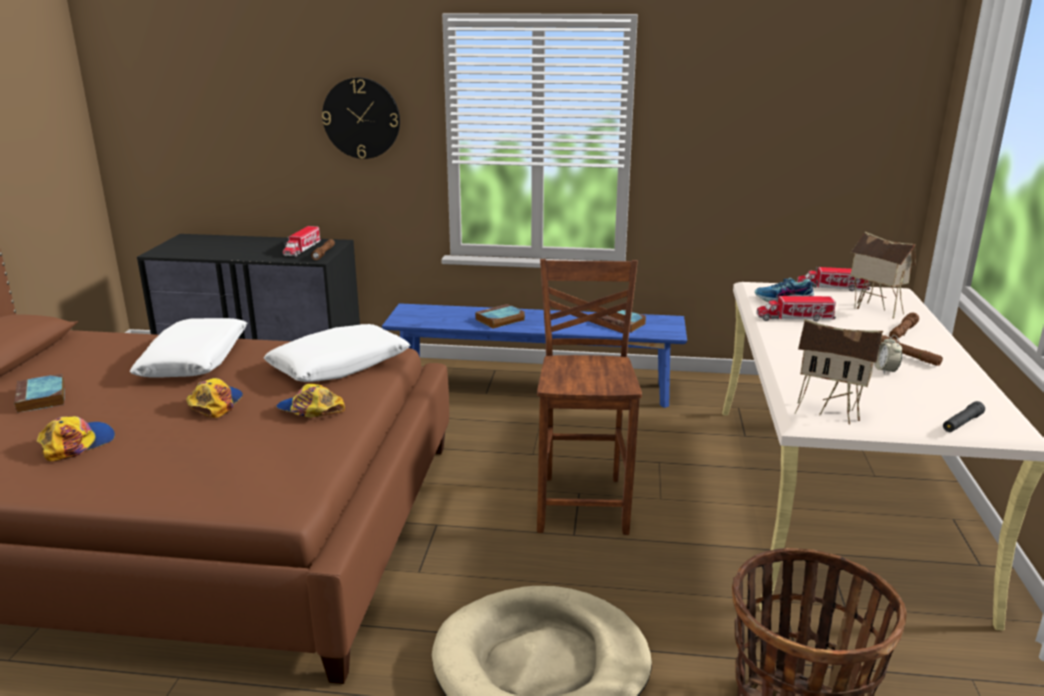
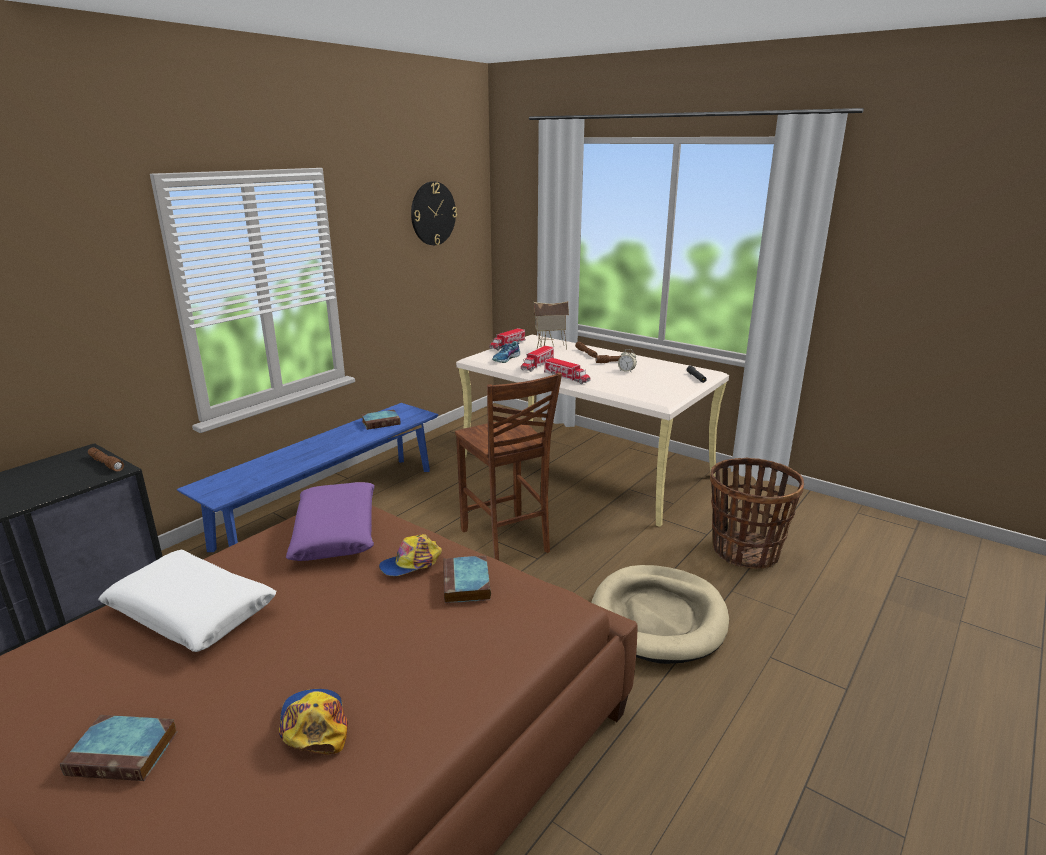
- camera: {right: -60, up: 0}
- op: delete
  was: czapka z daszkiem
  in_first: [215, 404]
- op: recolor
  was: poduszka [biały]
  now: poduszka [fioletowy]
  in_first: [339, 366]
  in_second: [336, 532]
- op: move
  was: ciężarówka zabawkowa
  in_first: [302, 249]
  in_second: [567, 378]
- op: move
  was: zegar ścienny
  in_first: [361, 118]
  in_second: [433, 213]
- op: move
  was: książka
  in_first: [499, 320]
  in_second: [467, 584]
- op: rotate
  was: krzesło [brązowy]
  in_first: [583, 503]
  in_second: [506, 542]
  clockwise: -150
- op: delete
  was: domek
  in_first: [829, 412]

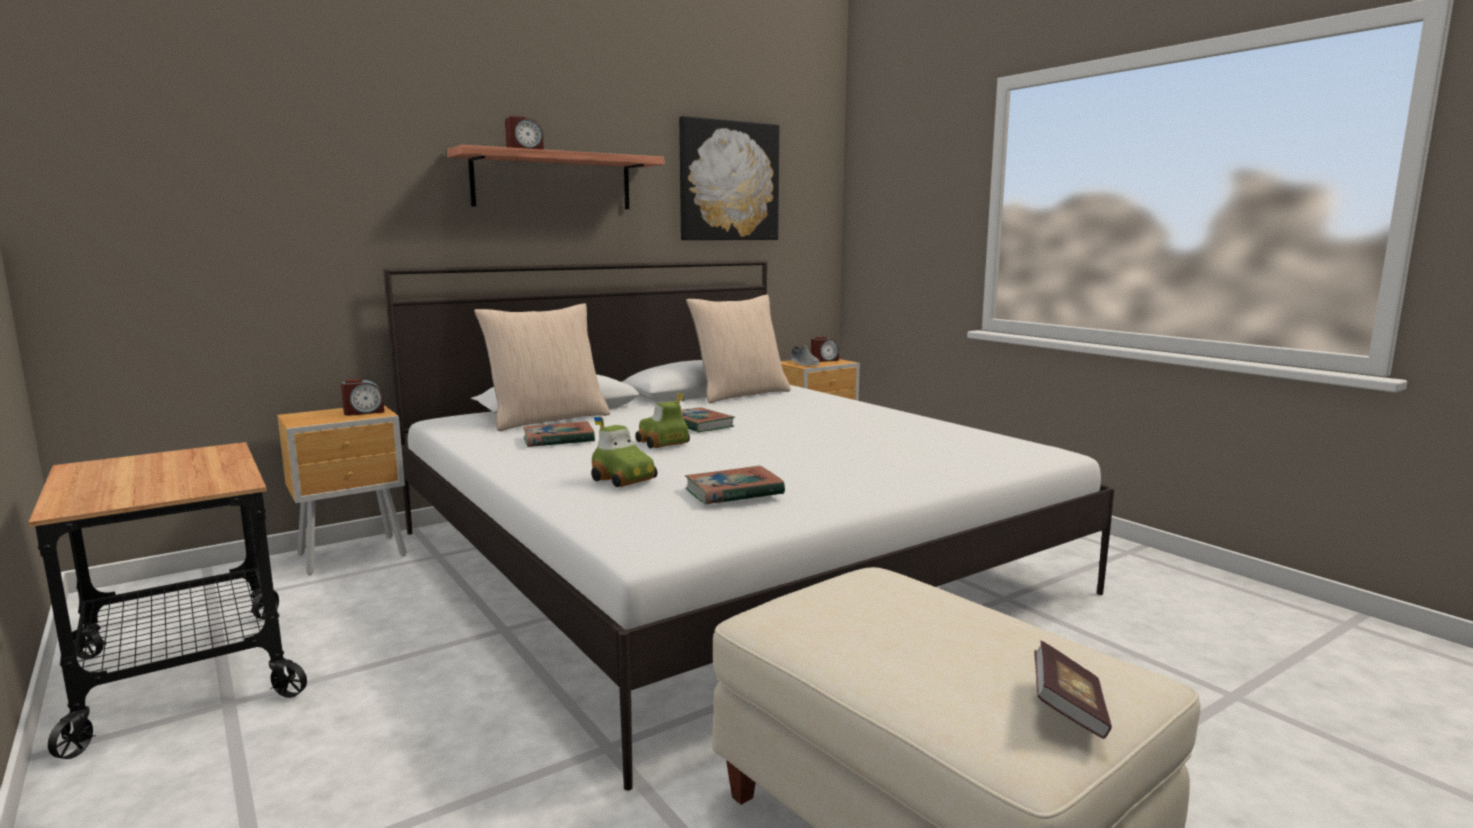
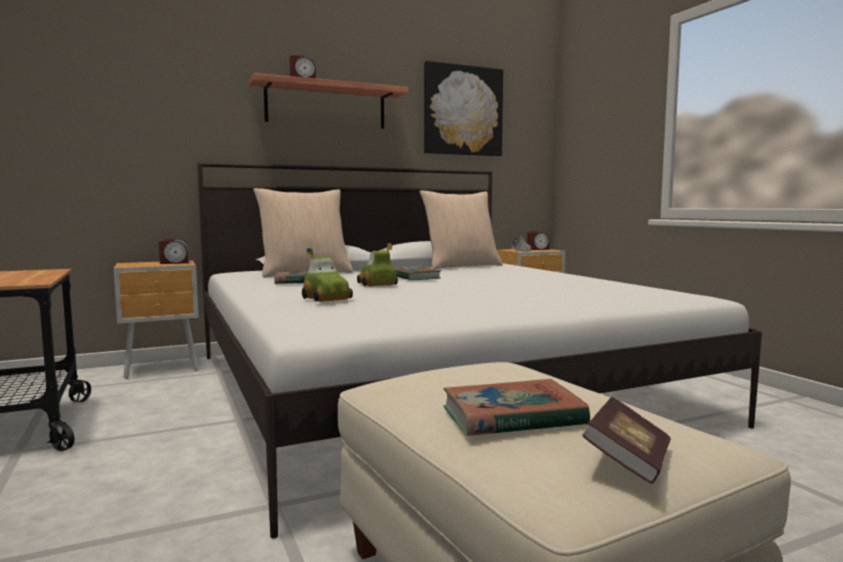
- camera: {right: 10, up: -5}
- op: move
  was: książka
  in_first: [734, 492]
  in_second: [512, 416]

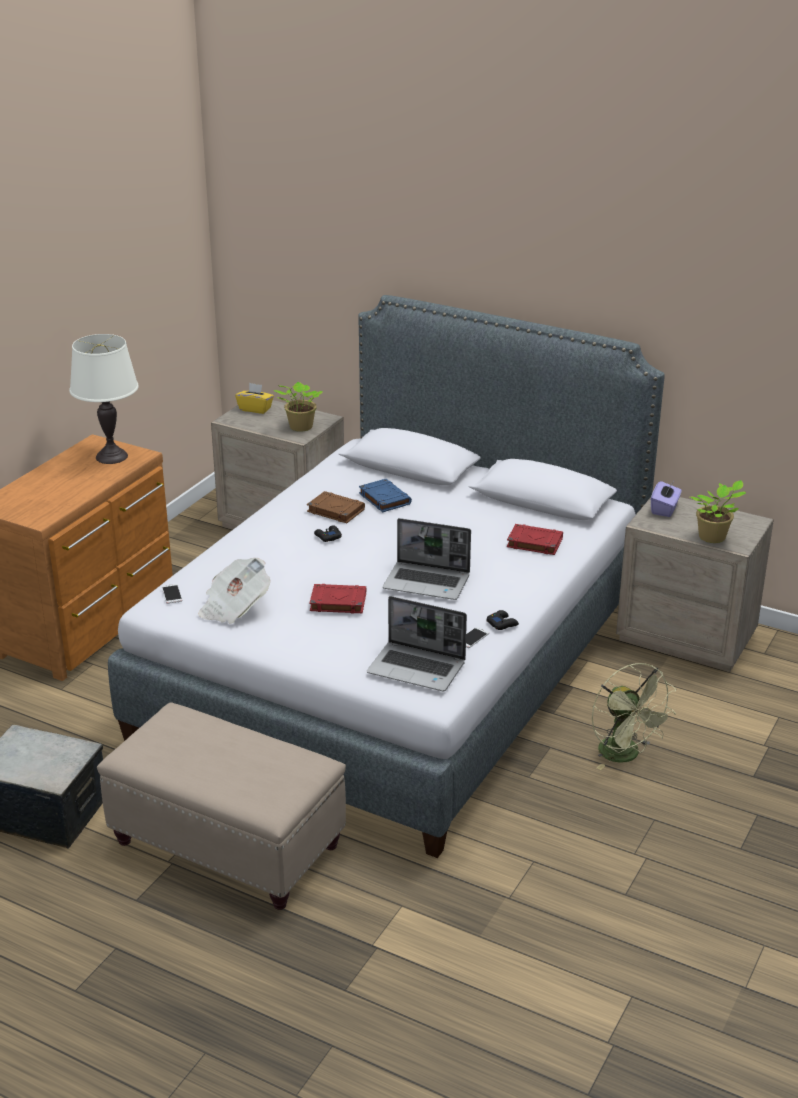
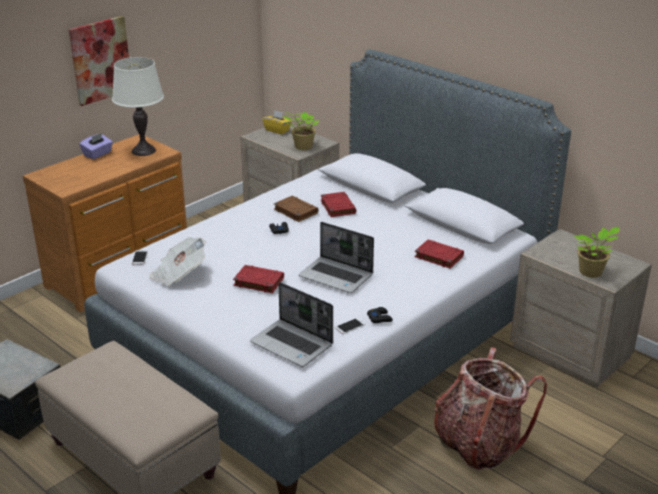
- camera: {right: 15, up: 0}
- op: recolor
  was: książka [niebieski]
  now: książka [czerwony]
  in_first: [384, 498]
  in_second: [337, 207]
- op: replace
  was: wentylator [zielony]
  now: plecak
  in_first: [625, 755]
  in_second: [479, 444]
- op: move
  was: pudełko chusteczek [fioletowy]
  in_first: [664, 509]
  in_second: [98, 154]
- op: insert
  now: obraz
  in_second: [100, 60]

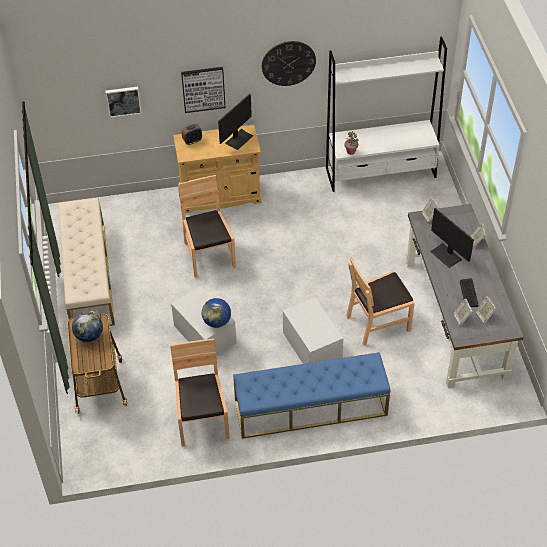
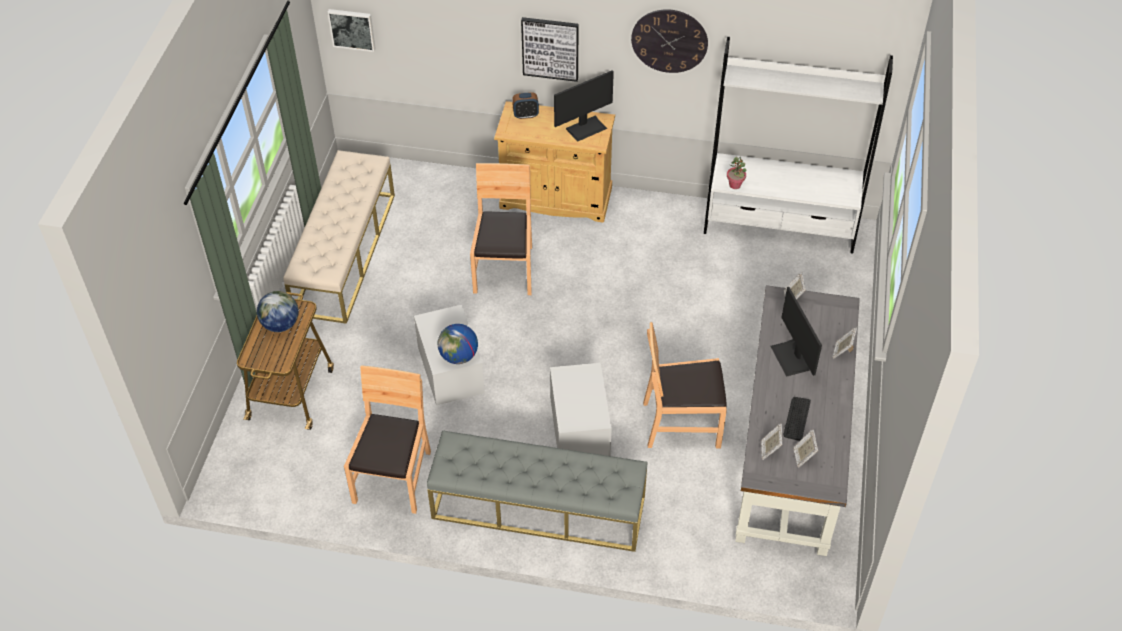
- camera: {right: 20, up: 0}
- op: move
  was: obraz
  in_first: [123, 100]
  in_second: [352, 29]
- op: recolor
  was: ławka [niebieski]
  now: ławka [szary]
  in_first: [310, 408]
  in_second: [538, 508]

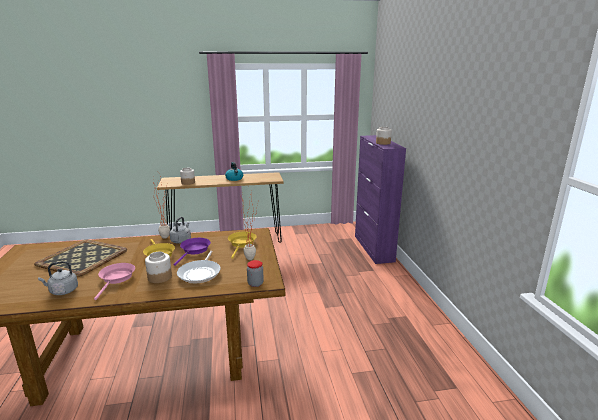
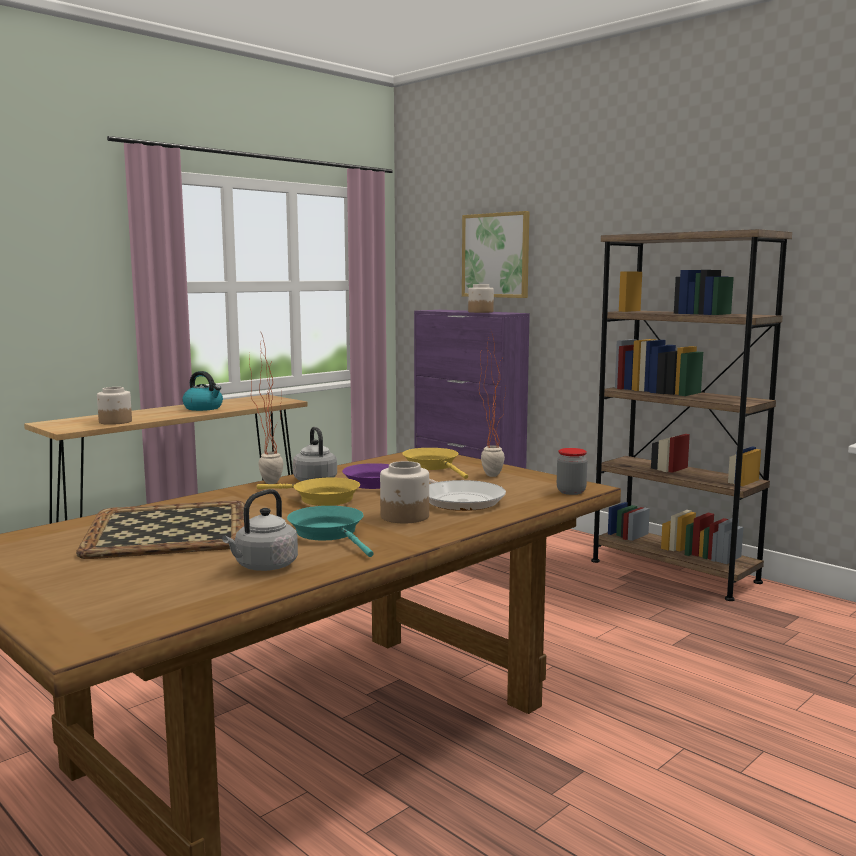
- camera: {right: -35, up: -10}
- op: recolor
  was: patelnia [różowy]
  now: patelnia [turkusowy]
  in_first: [116, 279]
  in_second: [330, 533]
- op: insert
  now: obraz
  in_second: [496, 255]
- op: insert
  now: regał [brązowy]
  in_second: [673, 571]

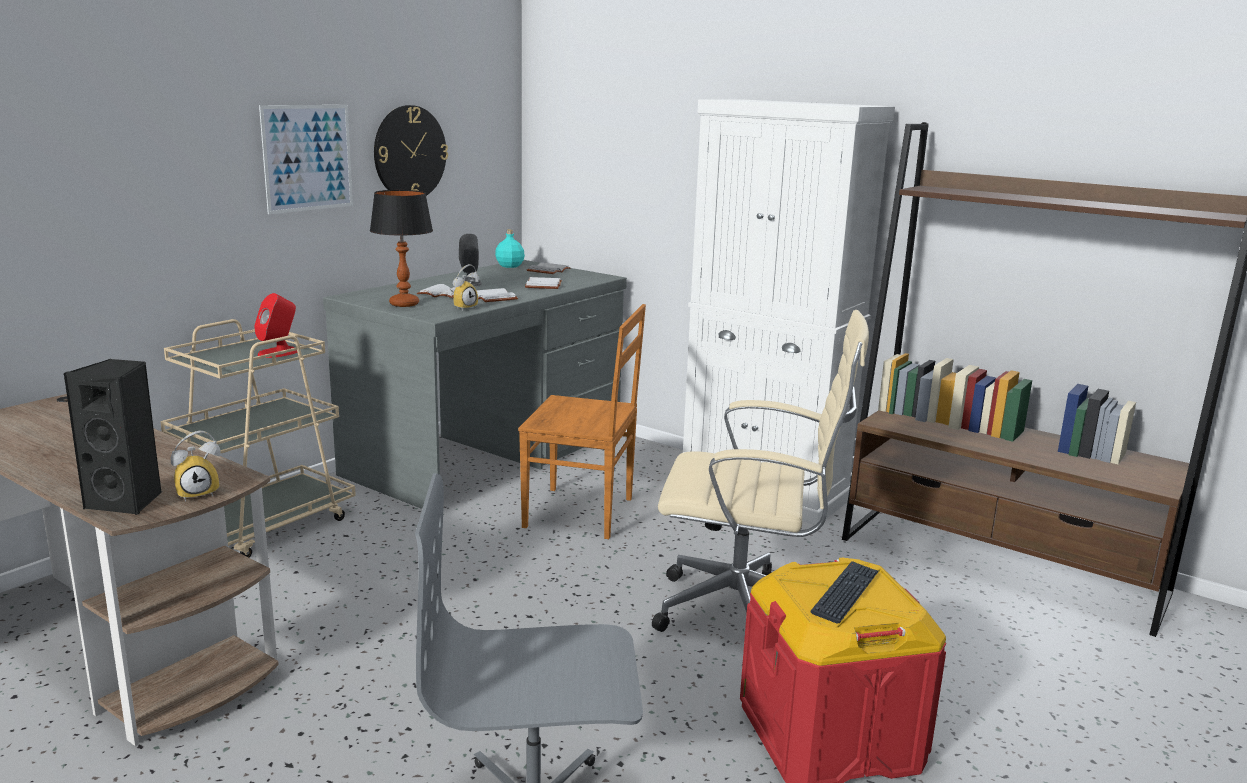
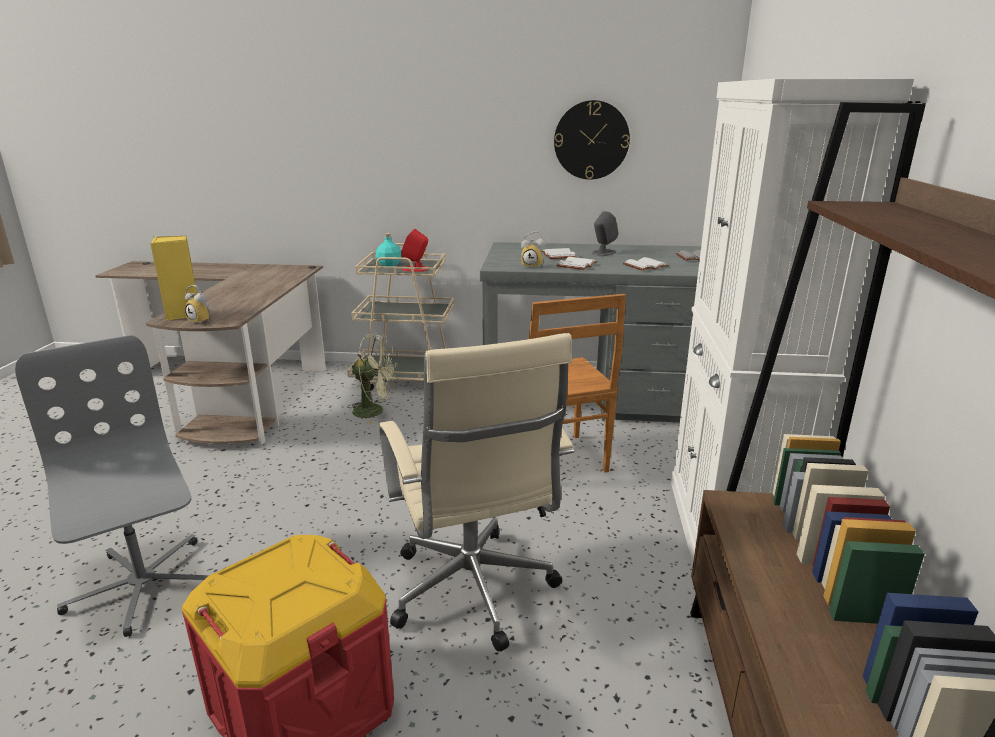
- camera: {right: 60, up: 5}
- op: recolor
  was: głośnik [czarny]
  now: głośnik [żółty]
  in_first: [128, 501]
  in_second: [183, 314]
- op: delete
  was: obraz
  in_first: [308, 158]
- op: delete
  was: lampa stołowa
  in_first: [404, 304]
- op: move
  was: butelka [turkusowy]
  in_first: [510, 266]
  in_second: [389, 265]
- op: delete
  was: klawiatura
  in_first: [845, 593]
- op: insert
  now: wentylator [zielony]
  in_second: [375, 411]

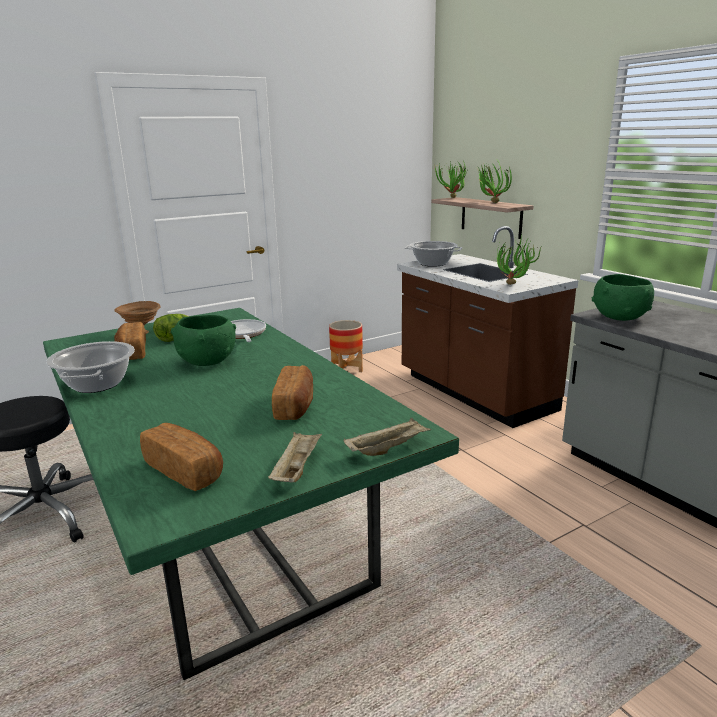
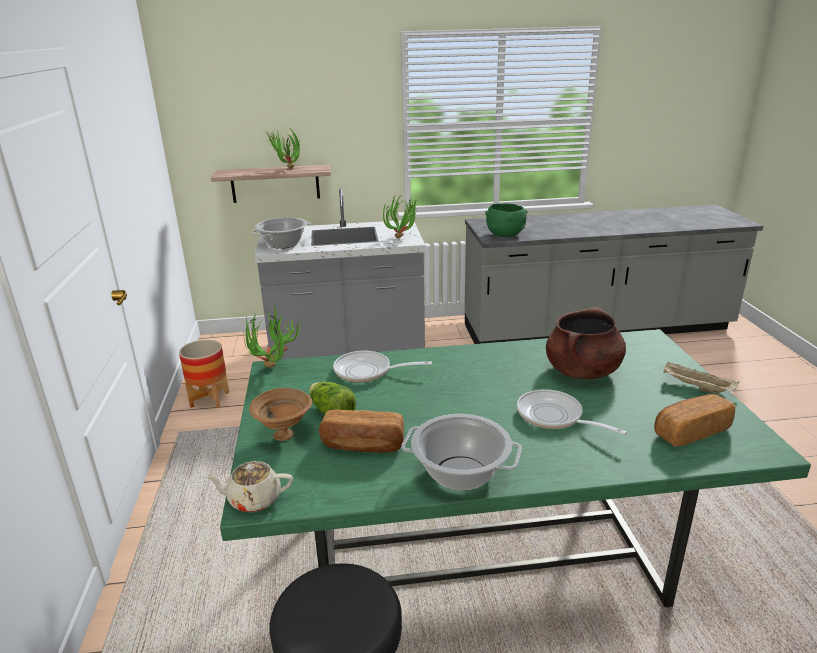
- camera: {right: -65, up: 5}
- op: delete
  was: miska [zielony]
  in_first: [208, 361]
- op: replace
  was: chleb
  now: garnek [brązowy]
  in_first: [295, 406]
  in_second: [582, 371]
- op: delete
  was: taca [beżowy]
  in_first: [387, 449]
- op: recolor
  was: zabudowa kuchenna [brązowy]
  now: zabudowa kuchenna [szary]
  in_first: [474, 393]
  in_second: [348, 351]
- op: move
  was: roślina doniczkowa
  in_first: [452, 198]
  in_second: [274, 370]
- op: insert
  now: imbryk [beżowy]
  in_second: [253, 499]
- op: insert
  now: patelnia
  in_second: [554, 417]

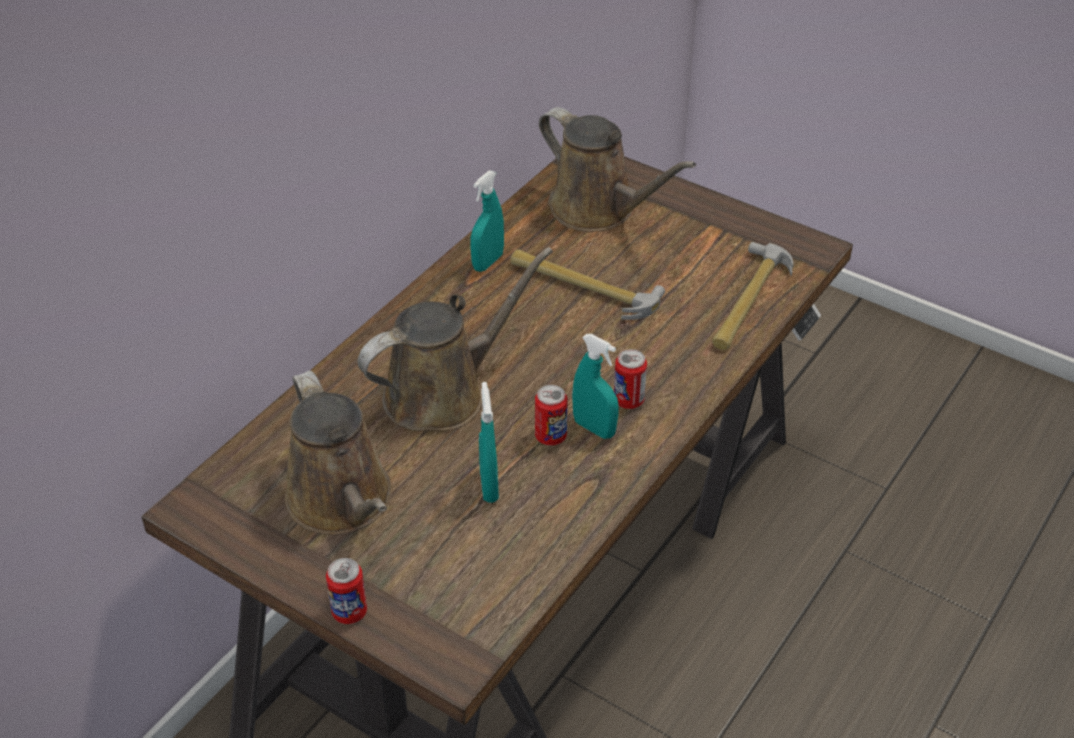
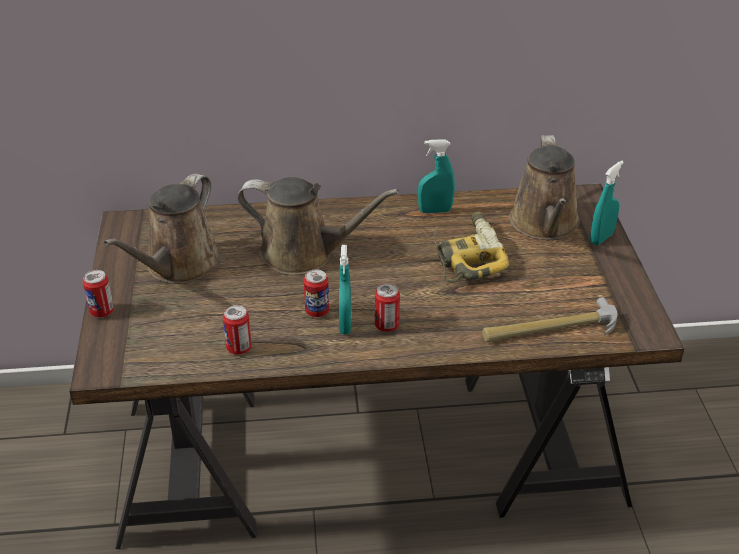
- camera: {right: 50, up: -5}
- op: move
  was: spryskiwacz [turkusowy]
  in_first: [489, 486]
  in_second: [601, 238]
- op: replace
  was: młotek
  now: wiertarka
  in_first: [583, 286]
  in_second: [465, 256]
- op: insert
  now: puszka
  in_second: [239, 348]

